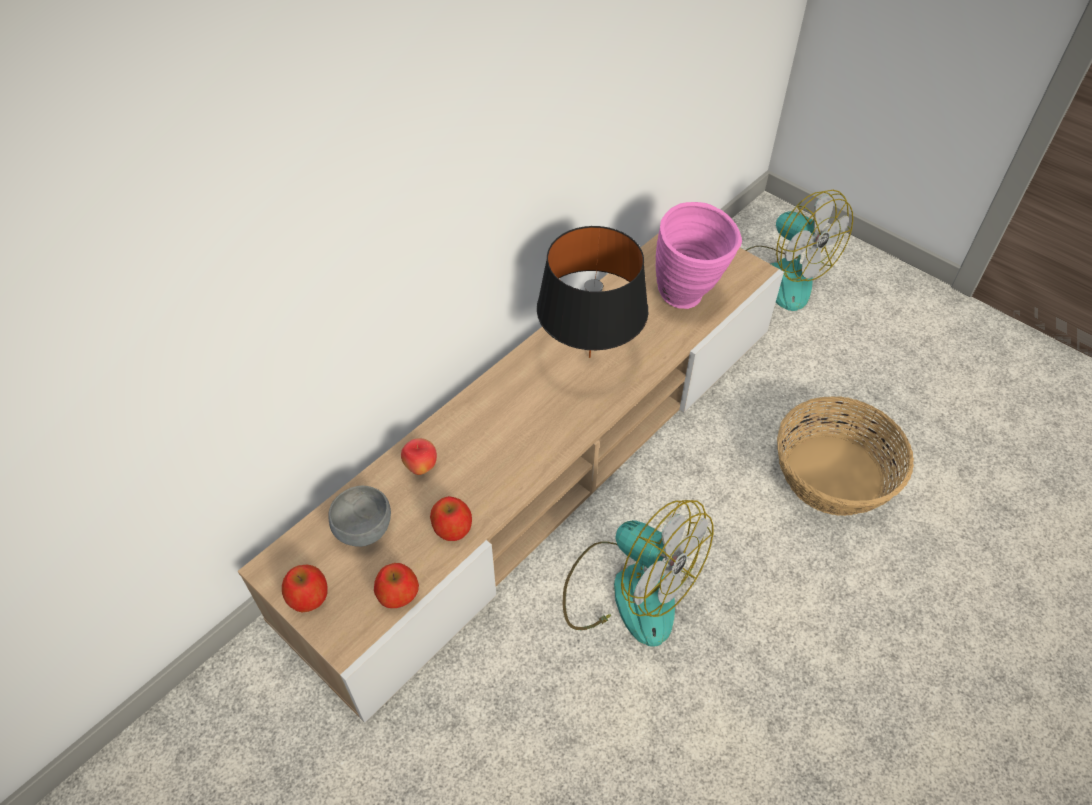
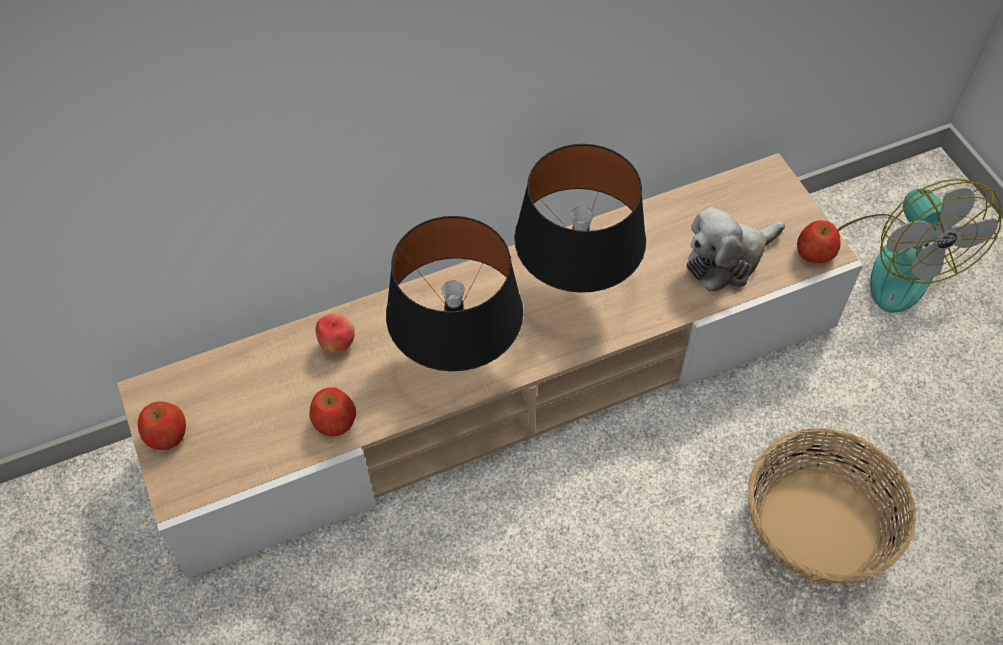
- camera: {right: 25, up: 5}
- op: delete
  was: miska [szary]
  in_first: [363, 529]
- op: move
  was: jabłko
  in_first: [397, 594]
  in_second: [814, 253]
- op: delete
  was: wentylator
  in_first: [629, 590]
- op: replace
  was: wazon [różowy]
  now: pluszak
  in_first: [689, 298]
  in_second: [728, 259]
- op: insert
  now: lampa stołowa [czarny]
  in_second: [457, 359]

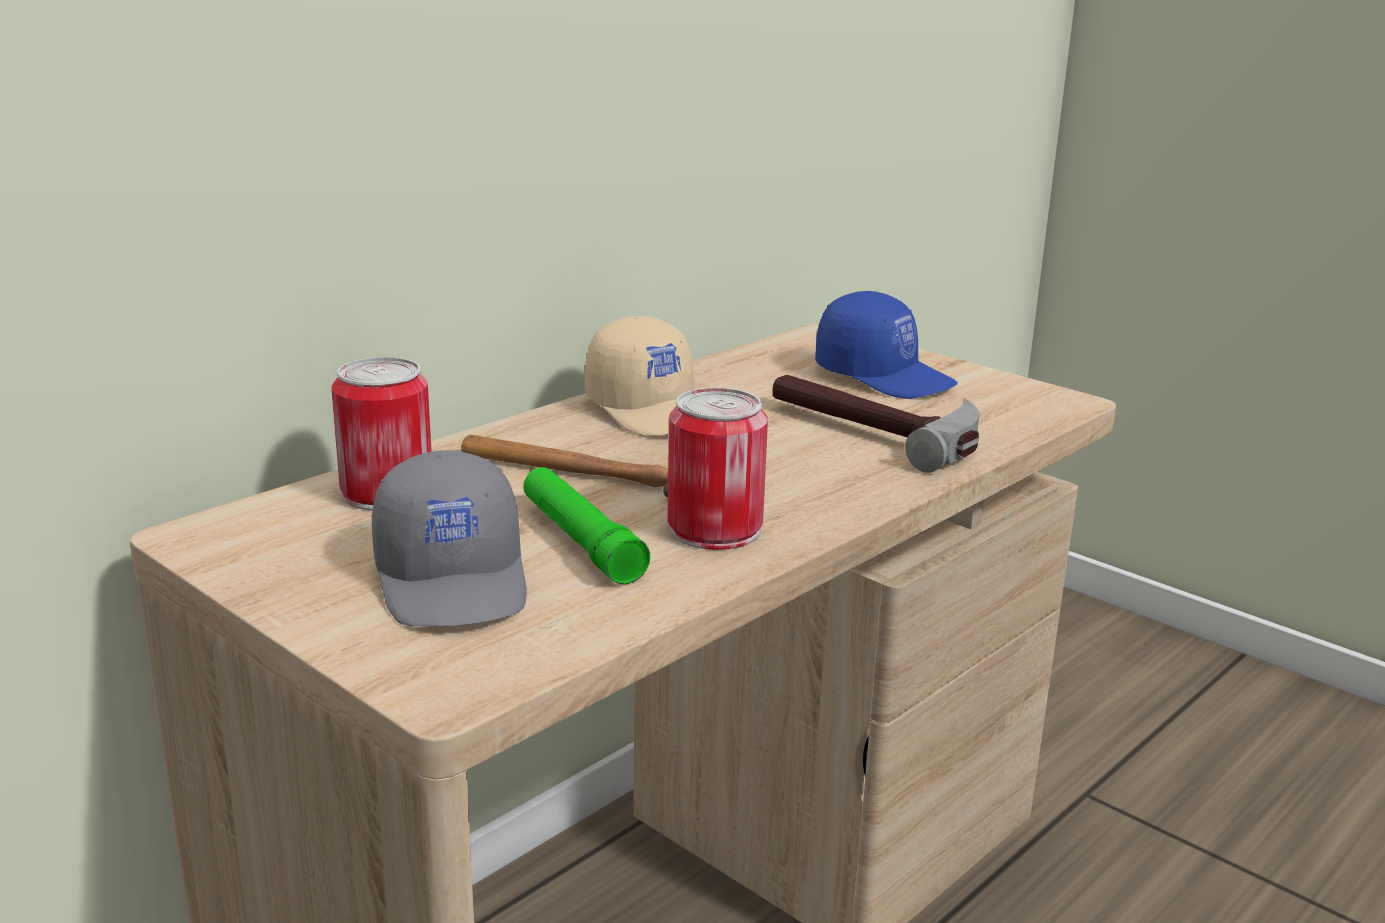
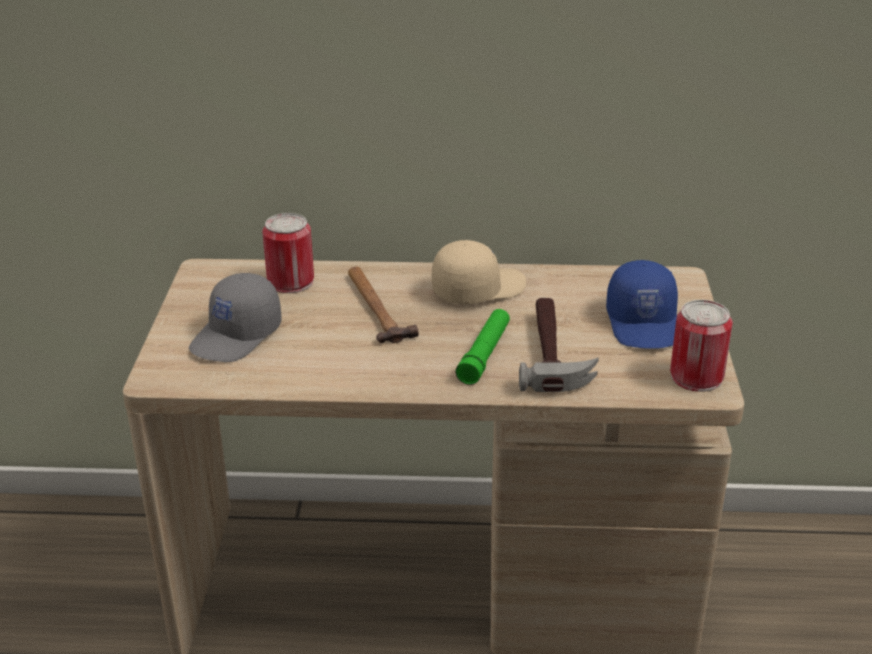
- camera: {right: 50, up: 10}
- op: move
  was: latarka [zielony]
  in_first: [581, 541]
  in_second: [484, 354]
- op: rotate
  was: czapka z daszkiem [beżowy]
  in_first: [653, 410]
  in_second: [478, 289]
  clockwise: -135
- op: move
  was: puszka
  in_first: [714, 529]
  in_second: [696, 376]

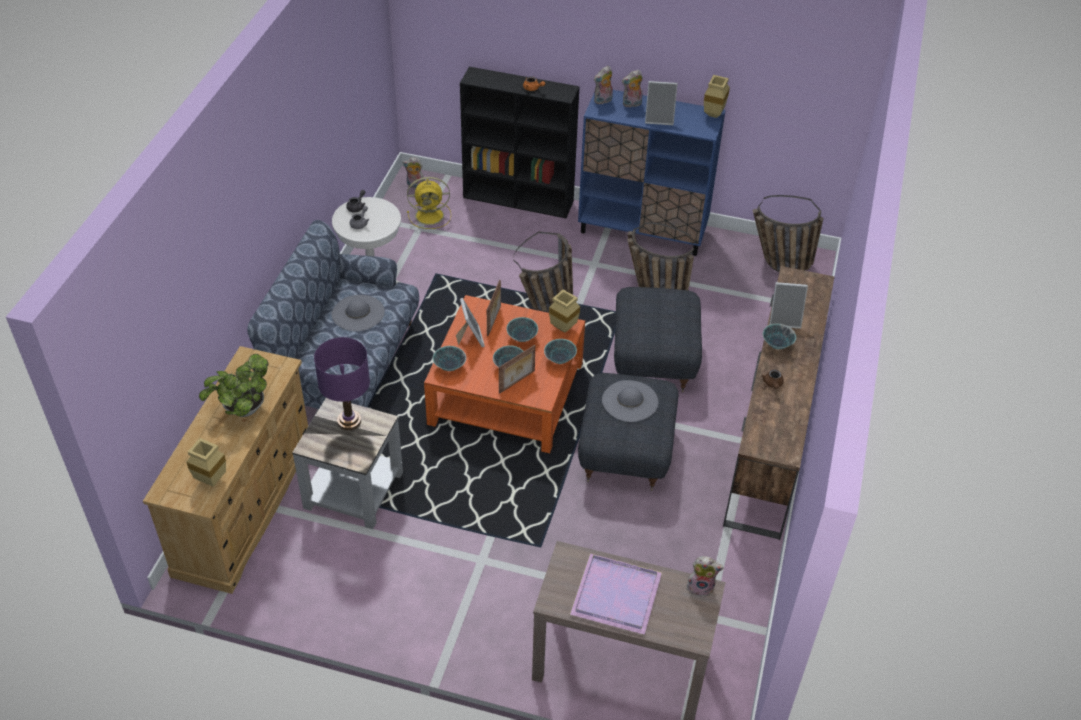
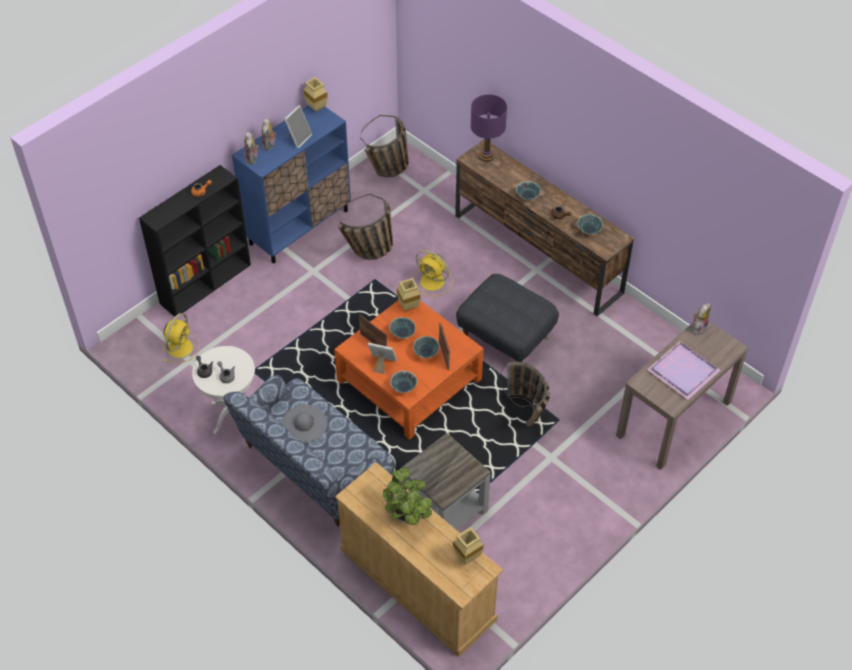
- camera: {right: -60, up: 5}
- op: move
  was: lampa stołowa [fioletowy]
  in_first: [349, 421]
  in_second: [486, 156]
- op: delete
  was: pluszak
  in_first: [415, 186]
- op: move
  was: koszyk
  in_first: [547, 305]
  in_second: [527, 416]
- op: move
  was: miska
  in_first: [560, 359]
  in_second: [589, 231]
- op: delete
  was: kapelusz [szary]
  in_first: [630, 401]
- op: replace
  was: pufa [szary]
  now: wentylator [żółty]
  in_first: [655, 360]
  in_second: [433, 282]
- op: delete
  was: ramka na zdjęcie
  in_first: [785, 319]

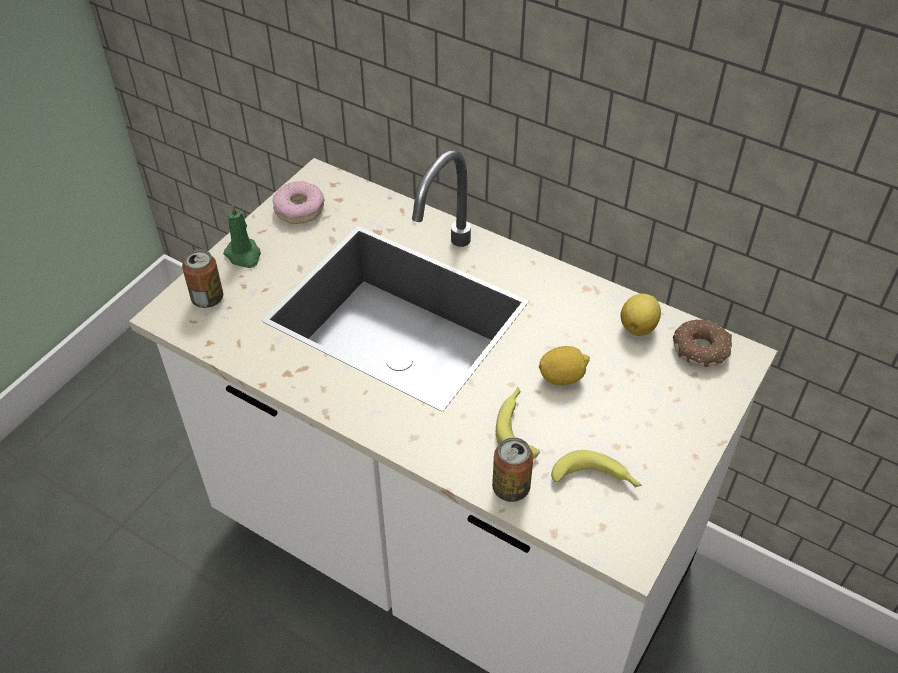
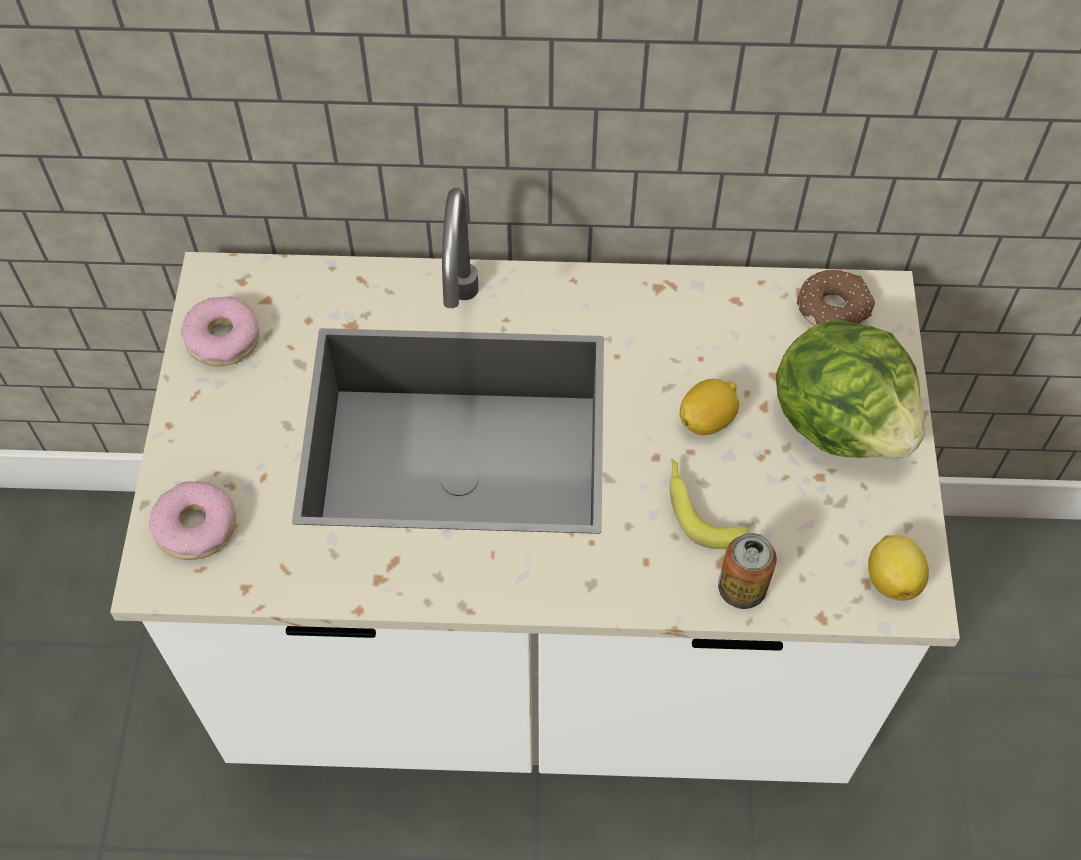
- camera: {right: -30, up: 10}
- op: replace
  was: puszka
  now: donut
  in_first: [208, 298]
  in_second: [196, 527]
- op: delete
  was: świeca [zielony]
  in_first: [244, 255]
- op: delete
  was: banan
  in_first: [596, 479]
- op: move
  was: cytryna
  in_first: [638, 326]
  in_second: [892, 578]
- op: insert
  now: sałata
  in_second: [841, 421]

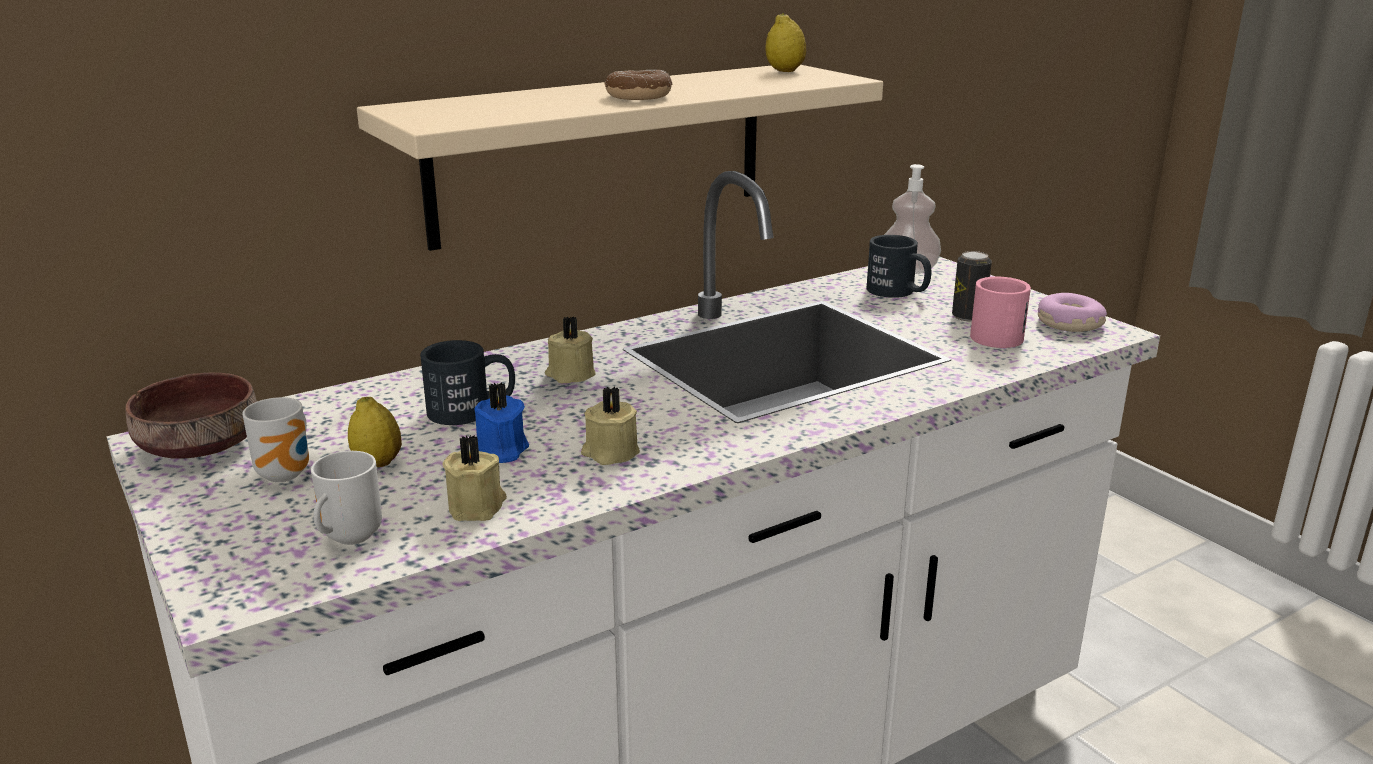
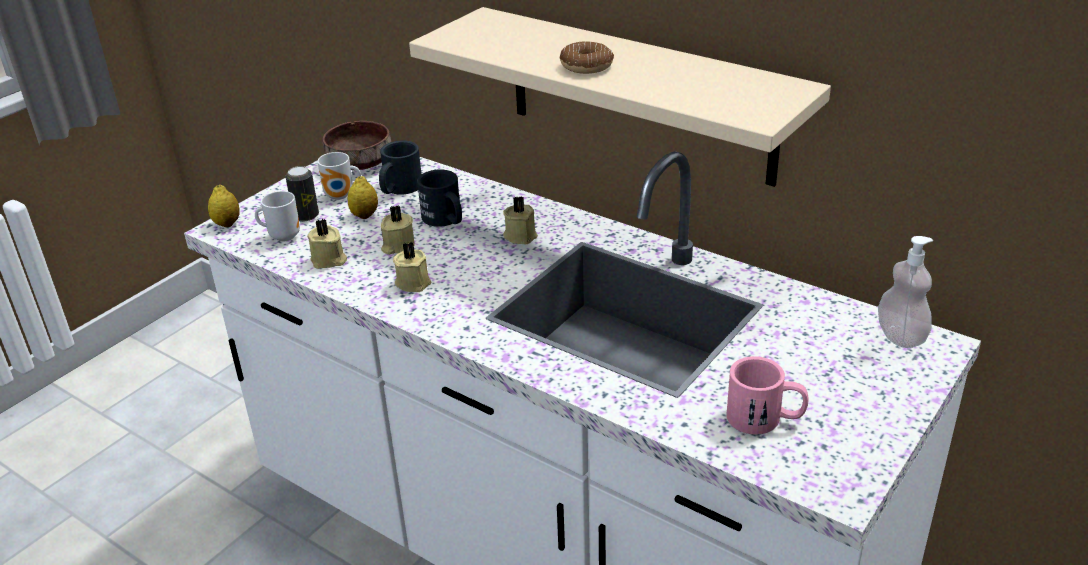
- camera: {right: 70, up: 10}
- op: recolor
  was: świeca [niebieski]
  now: świeca [beżowy]
  in_first: [501, 451]
  in_second: [398, 246]
- op: move
  was: cytryna
  in_first: [784, 71]
  in_second: [227, 224]
- op: move
  was: kubek [czarny]
  in_first: [898, 292]
  in_second: [399, 189]
- op: move
  was: puszka
  in_first: [968, 316]
  in_second: [306, 216]
- op: delete
  was: donut
  in_first: [1069, 324]

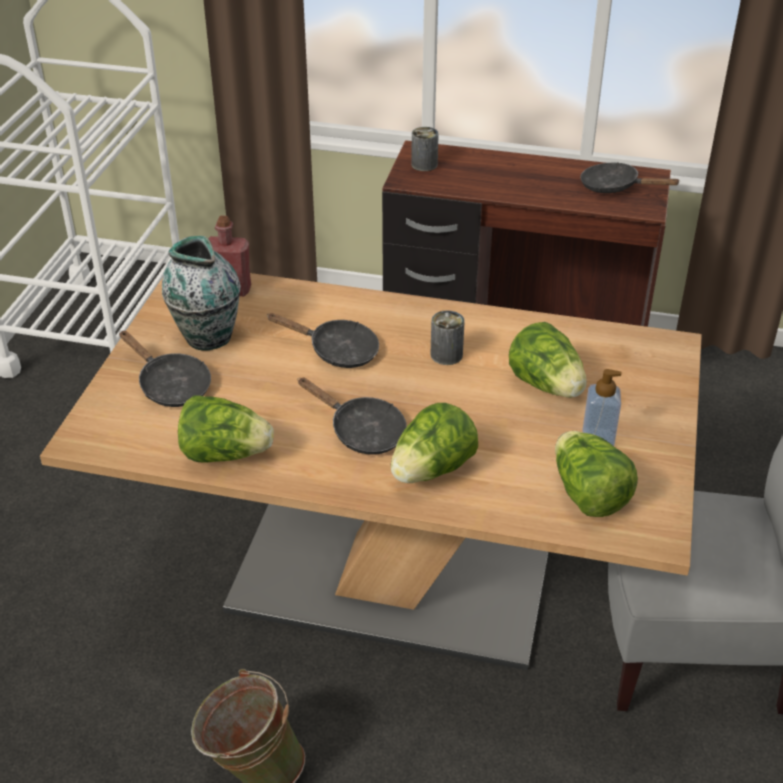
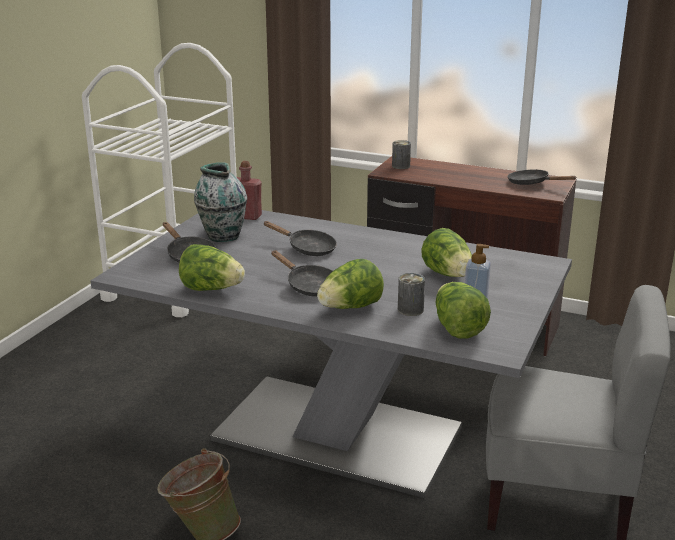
- camera: {right: 10, up: -15}
- op: recolor
  was: stół jadalny [brązowy]
  now: stół jadalny [szary]
  in_first: [391, 577]
  in_second: [337, 434]
- op: move
  was: puszka
  in_first: [446, 355]
  in_second: [410, 310]

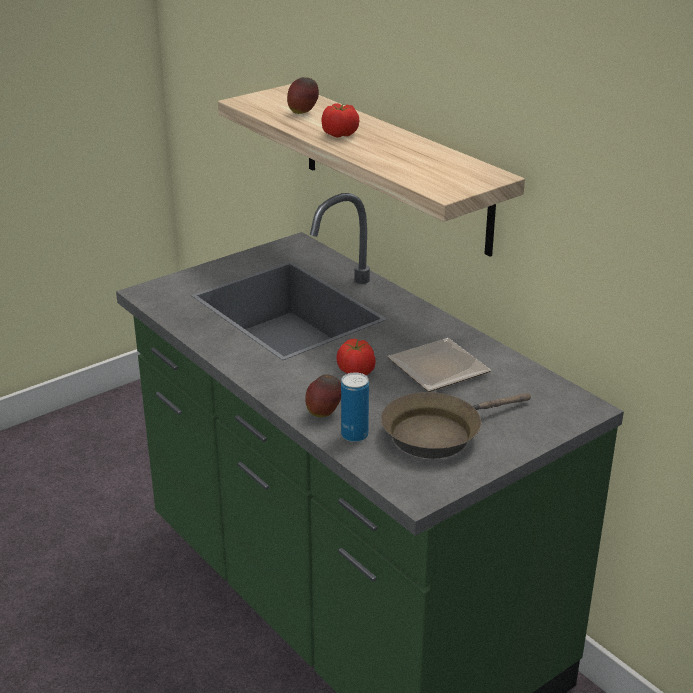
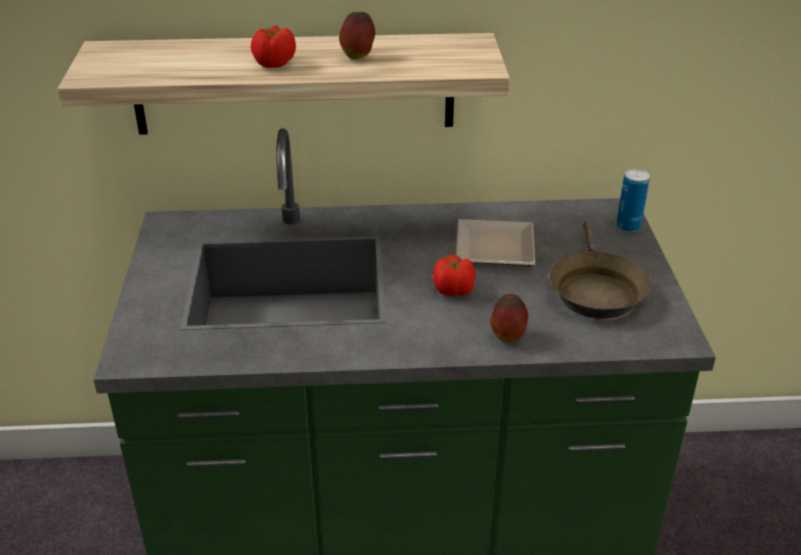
- camera: {right: -55, up: 5}
- op: move
  was: jabłko
  in_first: [303, 113]
  in_second: [358, 56]
- op: move
  was: puszka
  in_first: [354, 435]
  in_second: [628, 227]

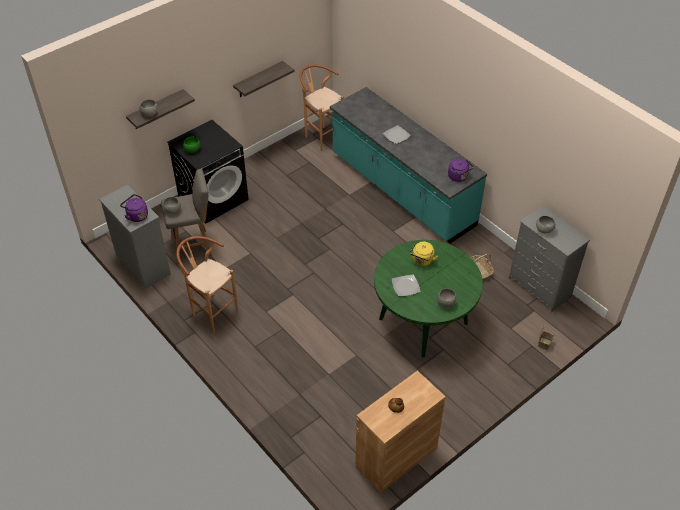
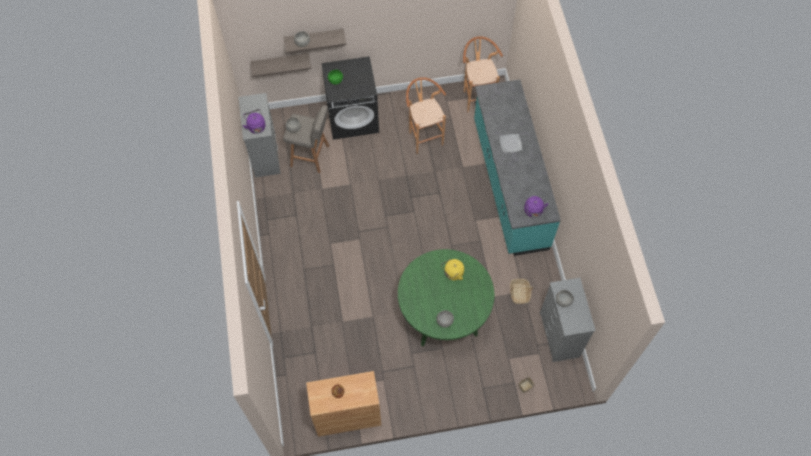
- camera: {right: 30, up: 15}
- op: move
  was: stołek [brązowy]
  in_first: [211, 312]
  in_second: [424, 136]
- op: move
  was: półka
  in_first: [258, 80]
  in_second: [280, 62]
- op: delete
  was: talerz
  in_first: [406, 286]

